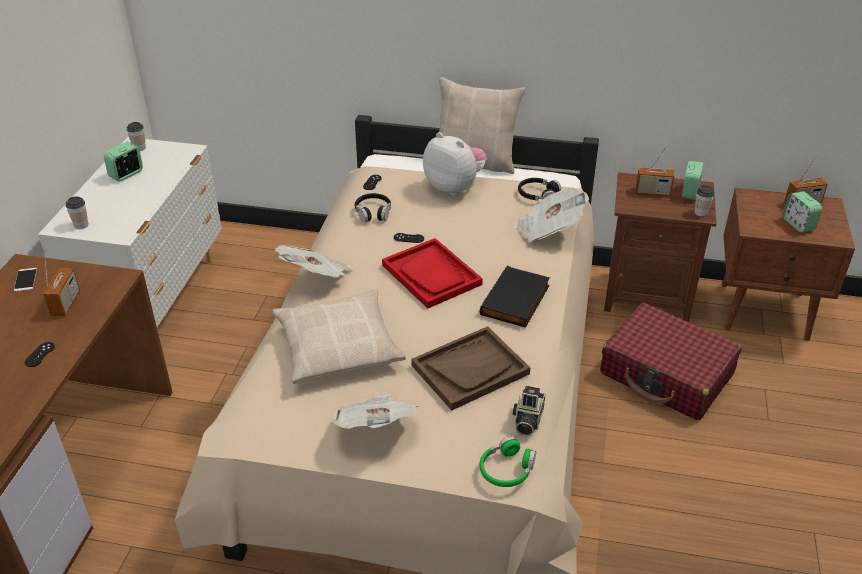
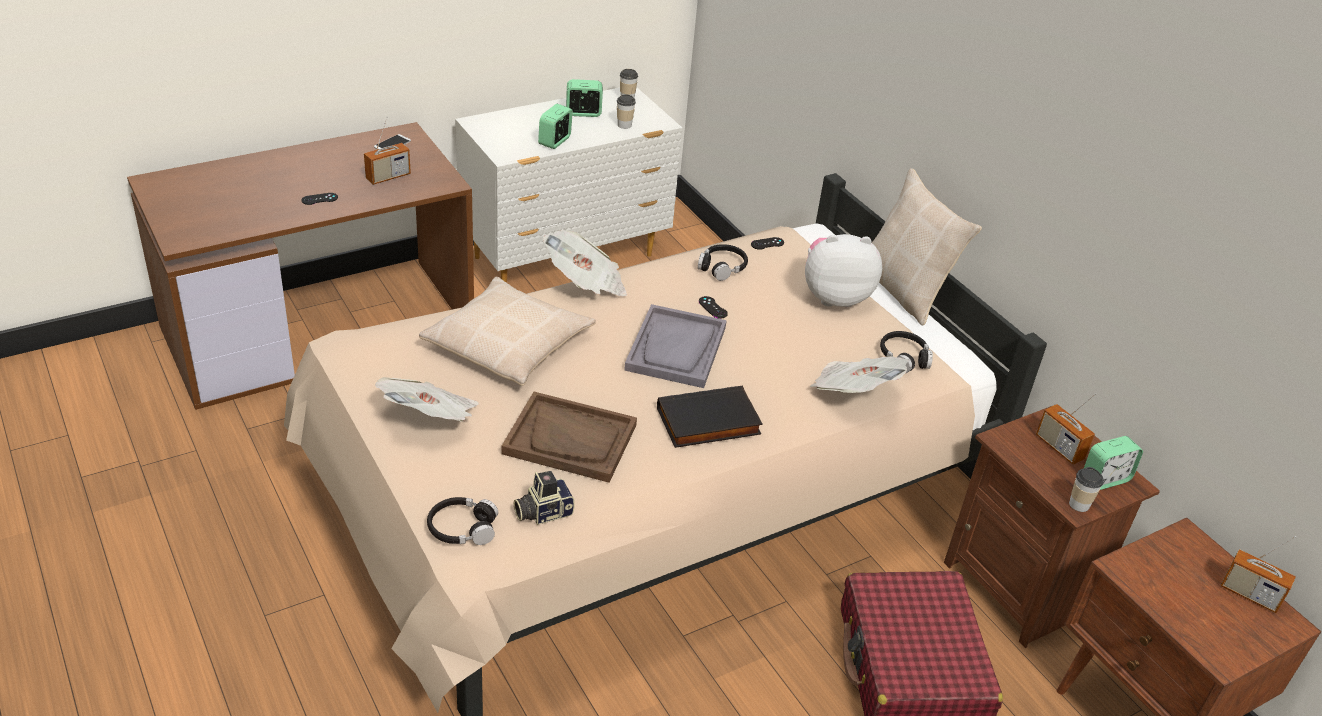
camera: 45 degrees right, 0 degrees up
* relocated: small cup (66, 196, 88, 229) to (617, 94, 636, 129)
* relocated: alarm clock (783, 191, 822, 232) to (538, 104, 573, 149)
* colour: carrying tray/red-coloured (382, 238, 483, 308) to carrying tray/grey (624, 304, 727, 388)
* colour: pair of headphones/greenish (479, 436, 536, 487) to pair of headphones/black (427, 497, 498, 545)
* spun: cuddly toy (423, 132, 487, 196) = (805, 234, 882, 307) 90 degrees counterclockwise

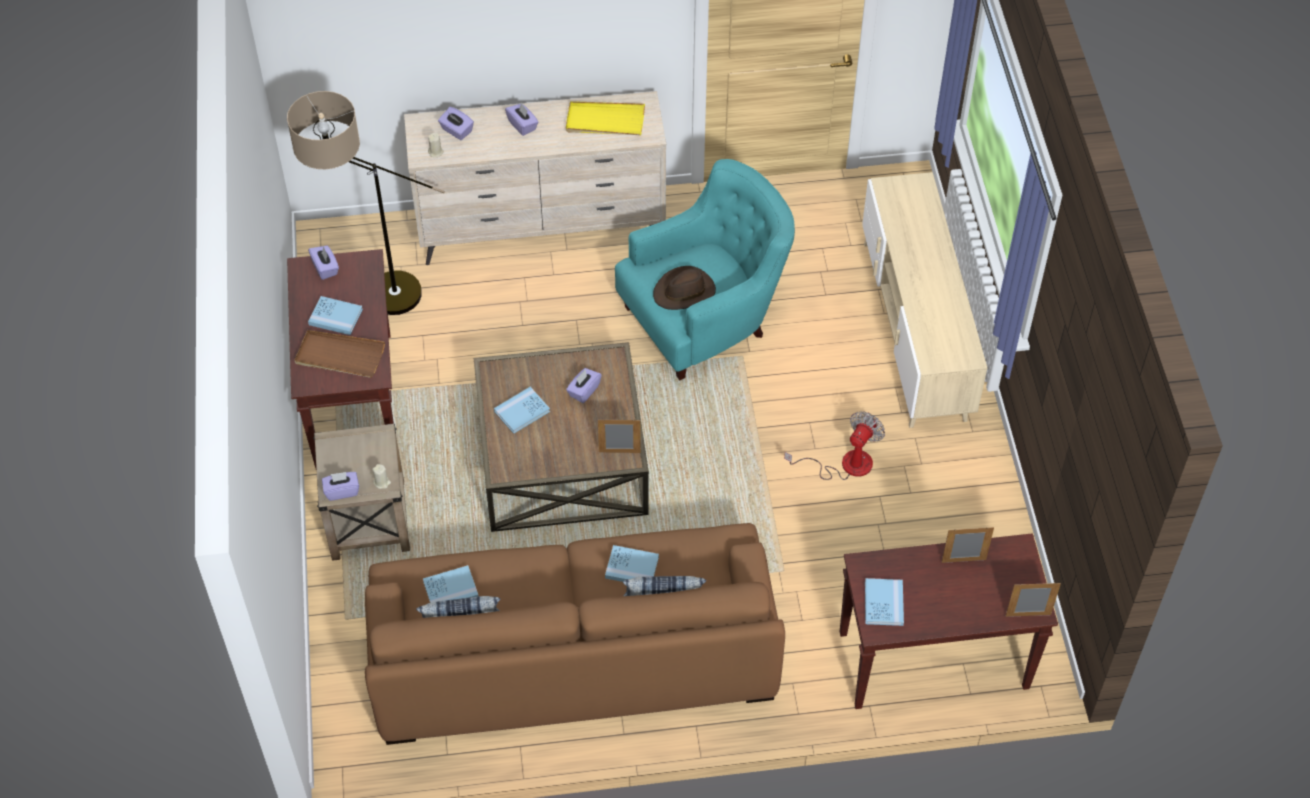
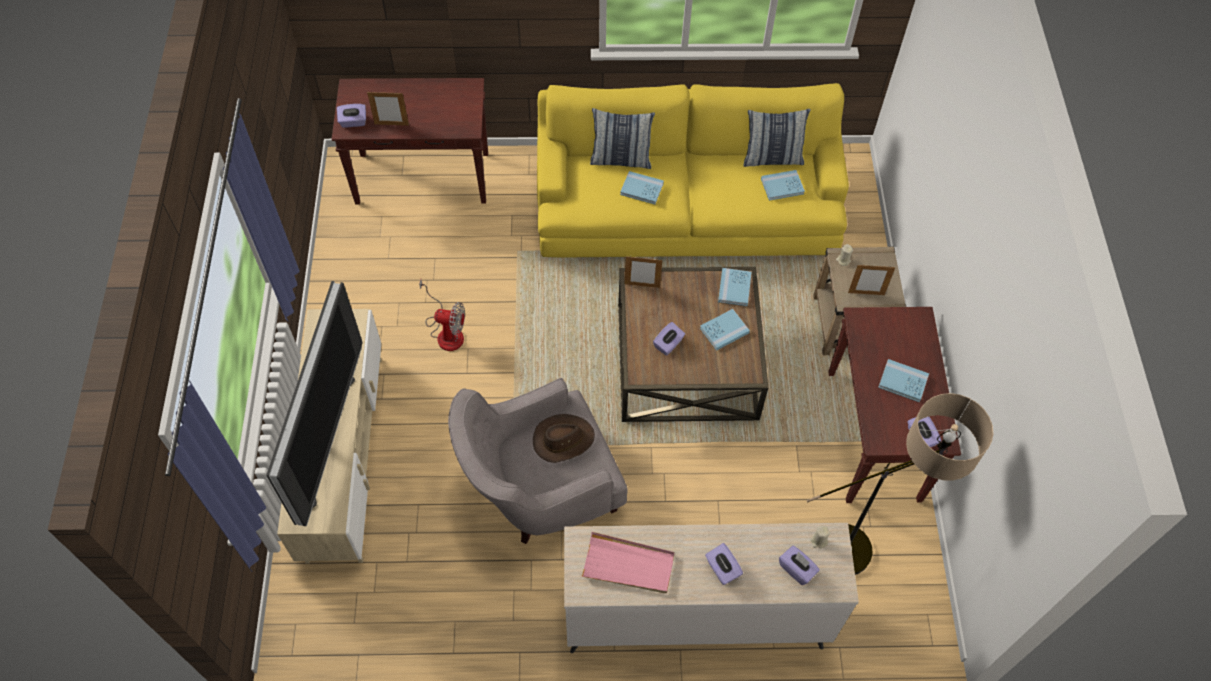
camera: 175 degrees left, 5 degrees up
* missing: carrying tray/brown-coloured (295, 330, 385, 378)
* appeared: TV (266, 281, 363, 526)
* relocated: tissue box/purplish (322, 472, 359, 501) to (337, 104, 366, 128)
* relocated: book/bluish (865, 578, 904, 626) to (718, 268, 751, 306)
* relocated: photo frame (1006, 583, 1061, 617) to (848, 264, 895, 295)
* colour: settee/brown-coloured (365, 523, 785, 745) to settee/yellow-coloured (537, 83, 849, 257)
* colour: carrying tray/yellow-coloured (566, 101, 645, 136) to carrying tray/pinkish (581, 532, 675, 593)
* colour: easy chair/turquoise (615, 159, 795, 380) to easy chair/grey (448, 378, 628, 544)
* spun: cooling fan (784, 411, 885, 480) = (419, 280, 465, 351) 120 degrees counterclockwise

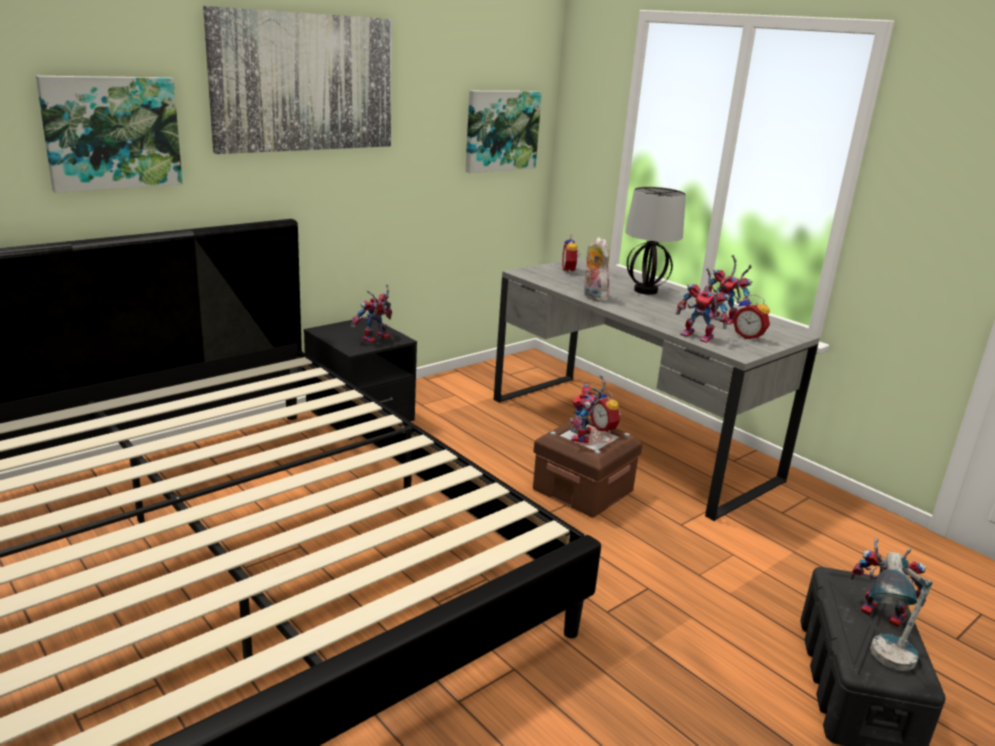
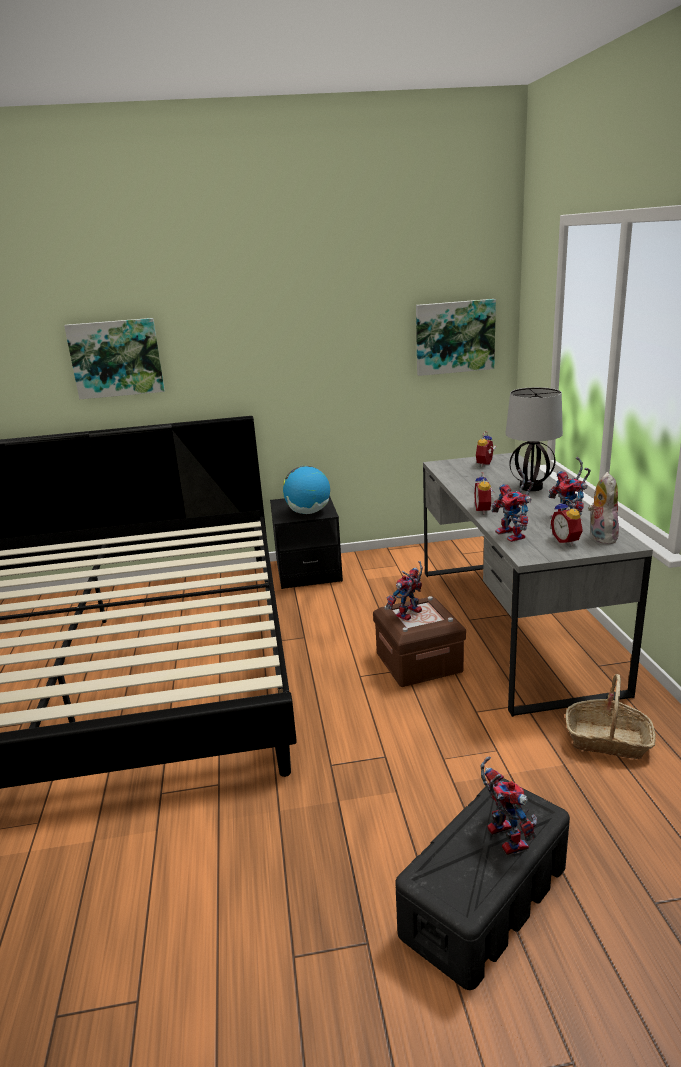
camera: 35 degrees right, 0 degrees up
* missing: wall art (203, 6, 393, 154)
* missing: lamp for a table (870, 552, 932, 671)
* appeared: household basket (566, 674, 656, 759)
* relocated: cuddly toy (583, 237, 611, 302) to (588, 472, 619, 544)
* relocated: alarm clock (591, 389, 621, 434) to (474, 472, 495, 514)
* exchanged: model robot (351, 284, 392, 343) to globe (283, 466, 330, 514)

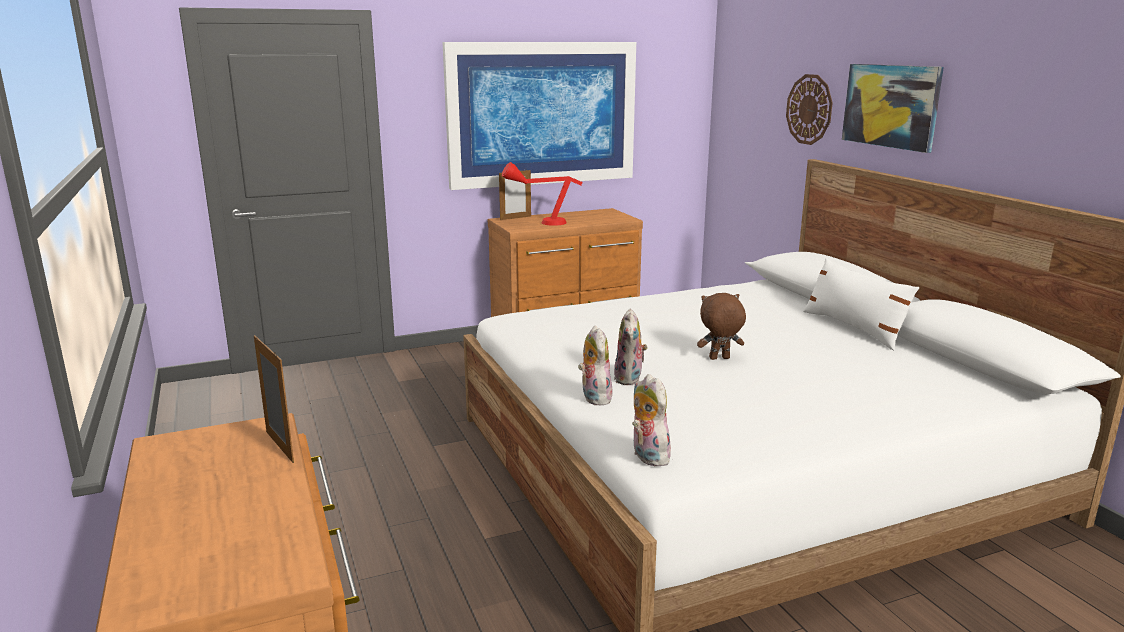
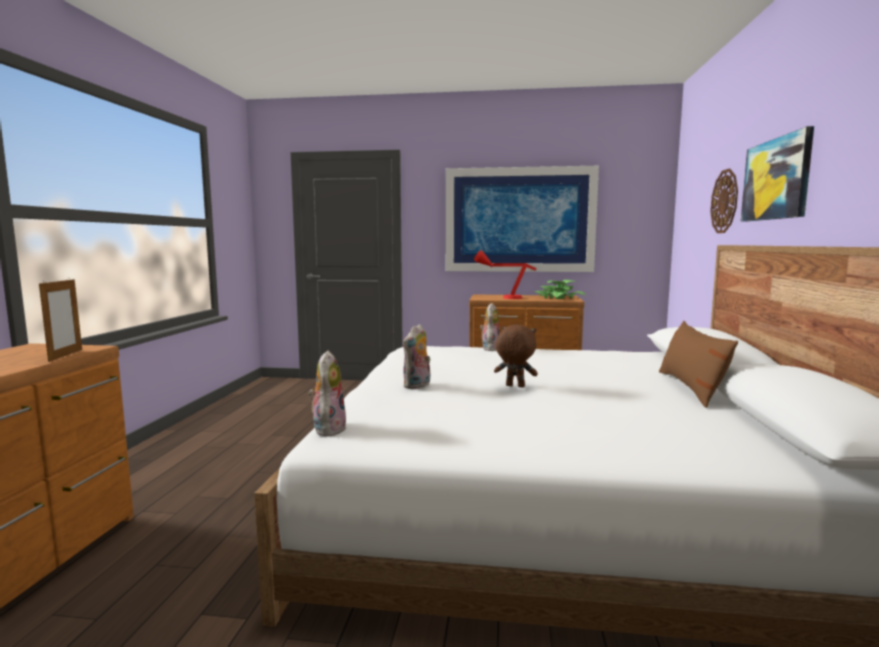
camera: 30 degrees right, 10 degrees down
* missing: photo frame (499, 169, 531, 220)
* appeared: houseplant (534, 280, 586, 299)
* relocated: cuddly toy (578, 325, 613, 405) to (480, 303, 500, 351)
* colour: cushion/whitish (803, 258, 920, 350) to cushion/brown-coloured (659, 321, 738, 408)

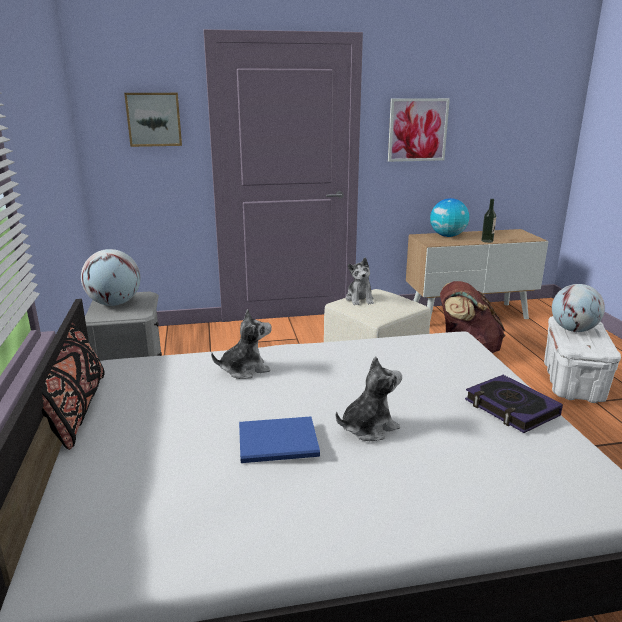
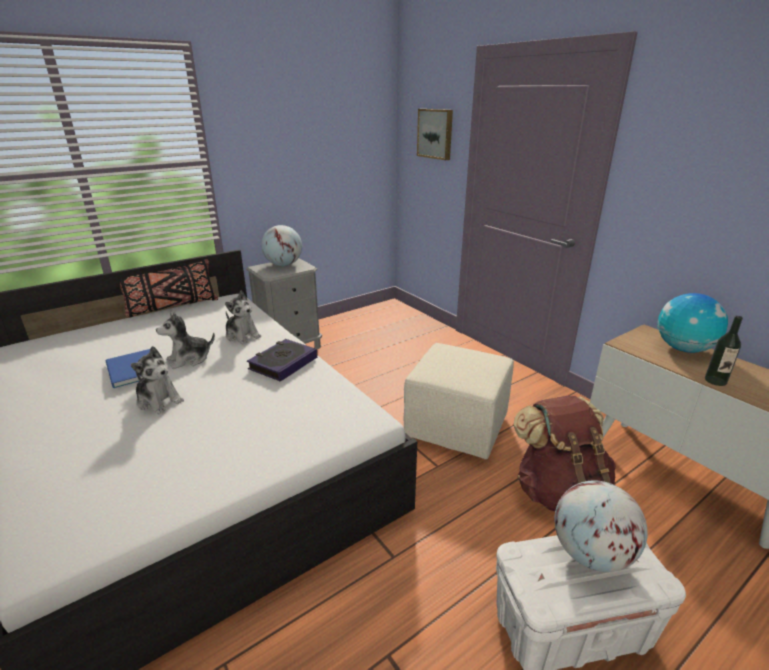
camera: 65 degrees right, 5 degrees up
* missing: wall art (388, 98, 450, 162)
* relocated: cuddly toy (346, 258, 374, 305) to (156, 312, 215, 369)
* relocated: book (465, 375, 563, 433) to (247, 339, 317, 382)

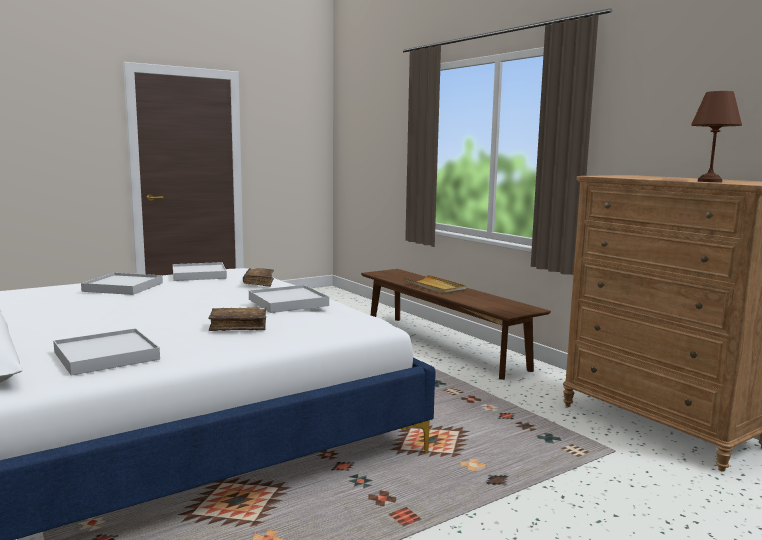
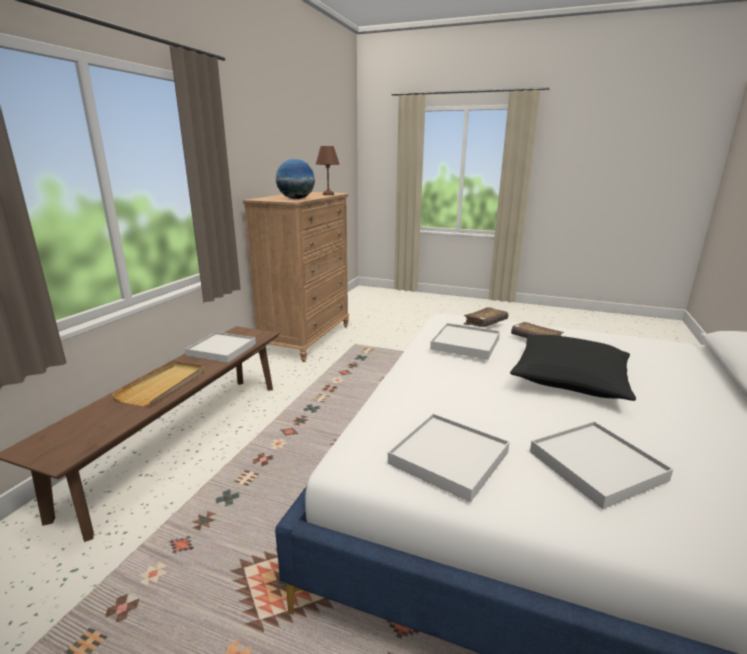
camera: 125 degrees left, 10 degrees up
* appeared: globe (276, 159, 315, 199)
* appeared: cushion/black (510, 335, 636, 401)
* relocated: carrying tray/whitish (53, 328, 160, 376) to (185, 332, 256, 363)
* relocated: book/brown-coloured (243, 268, 274, 287) to (464, 307, 508, 327)

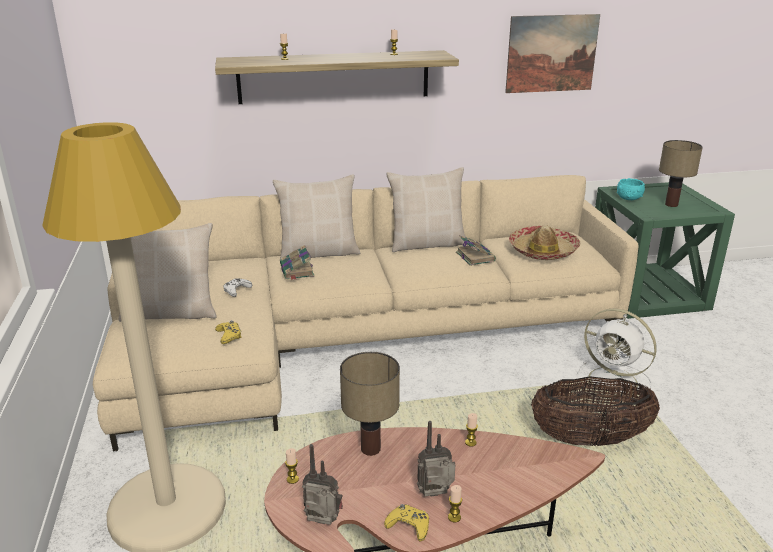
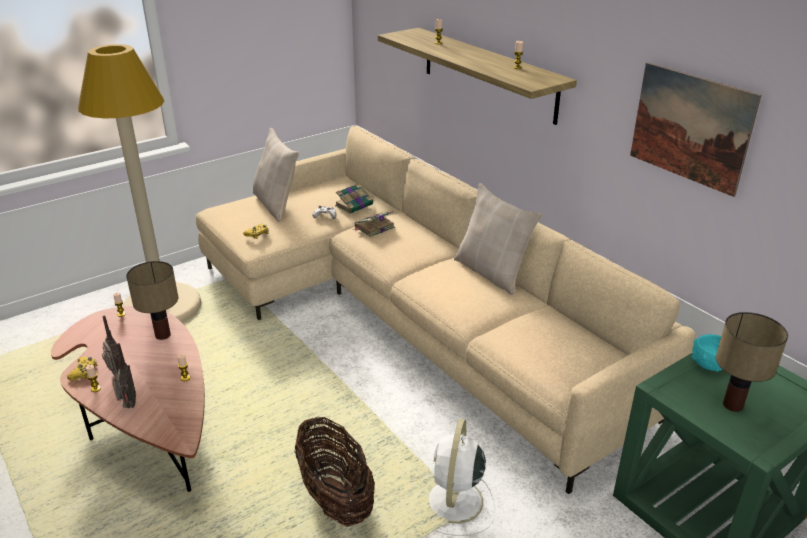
camera: 65 degrees right, 5 degrees up
* missing: cushion/sand-coloured (273, 174, 360, 260)
* missing: wearable hat (509, 225, 580, 260)
* relocated: radio (302, 444, 343, 525) to (113, 343, 136, 408)
* relocated: book (456, 235, 496, 266) to (335, 183, 374, 214)

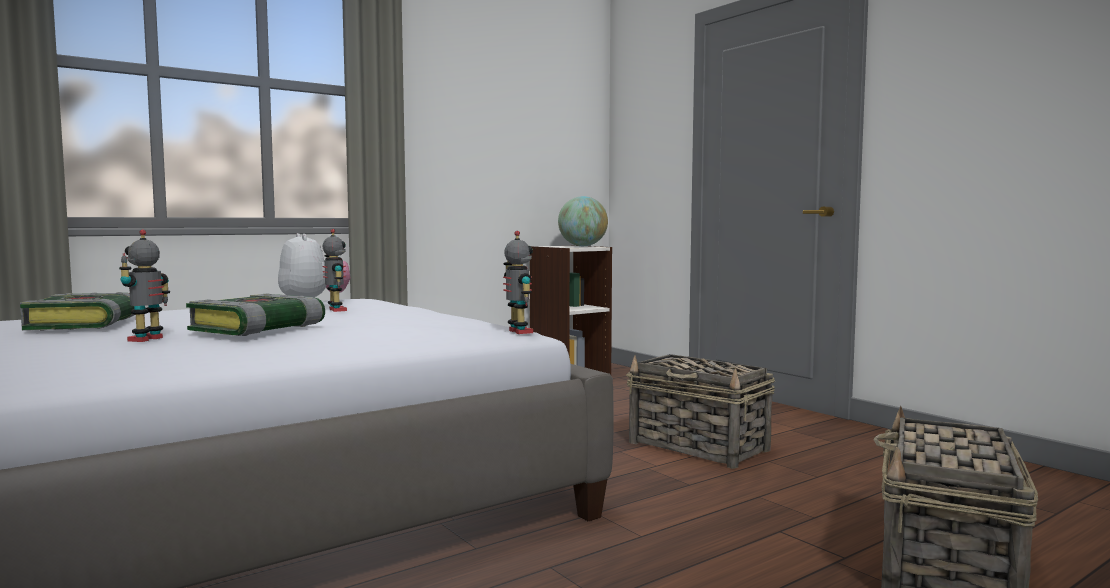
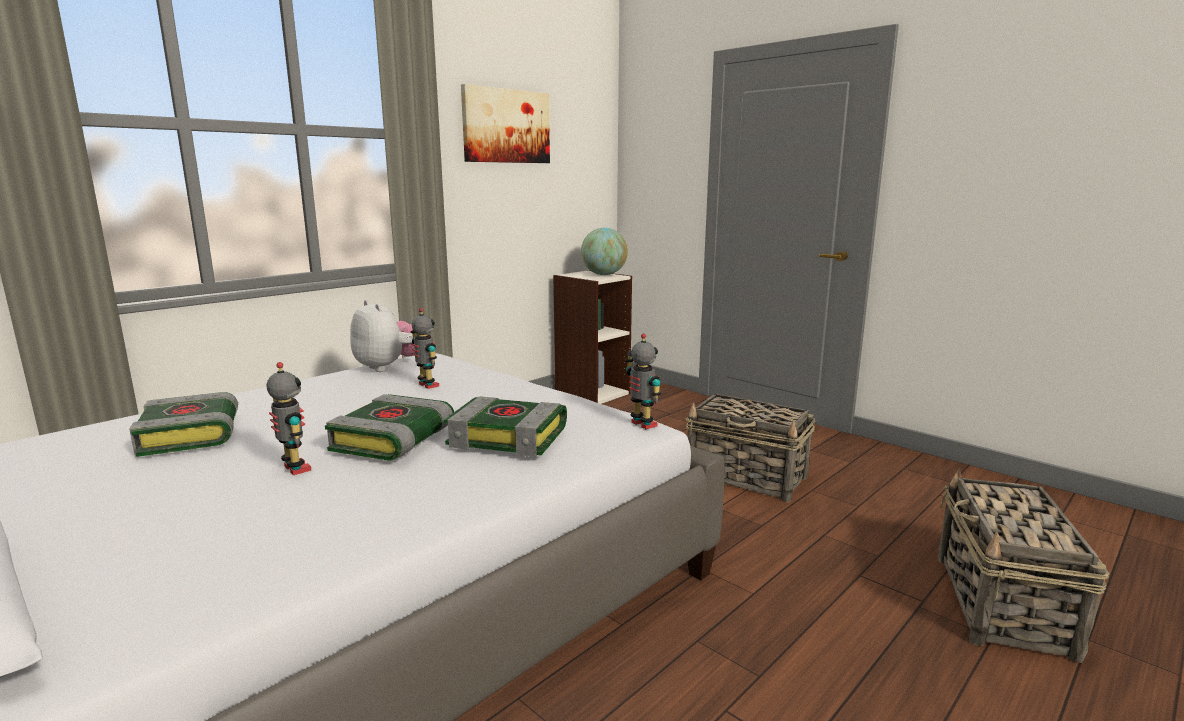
camera: 10 degrees left, 10 degrees up
* appeared: book (444, 396, 567, 457)
* appeared: wall art (461, 84, 550, 163)
* spun: model robot (119, 229, 170, 342) = (266, 362, 311, 475) 135 degrees clockwise

